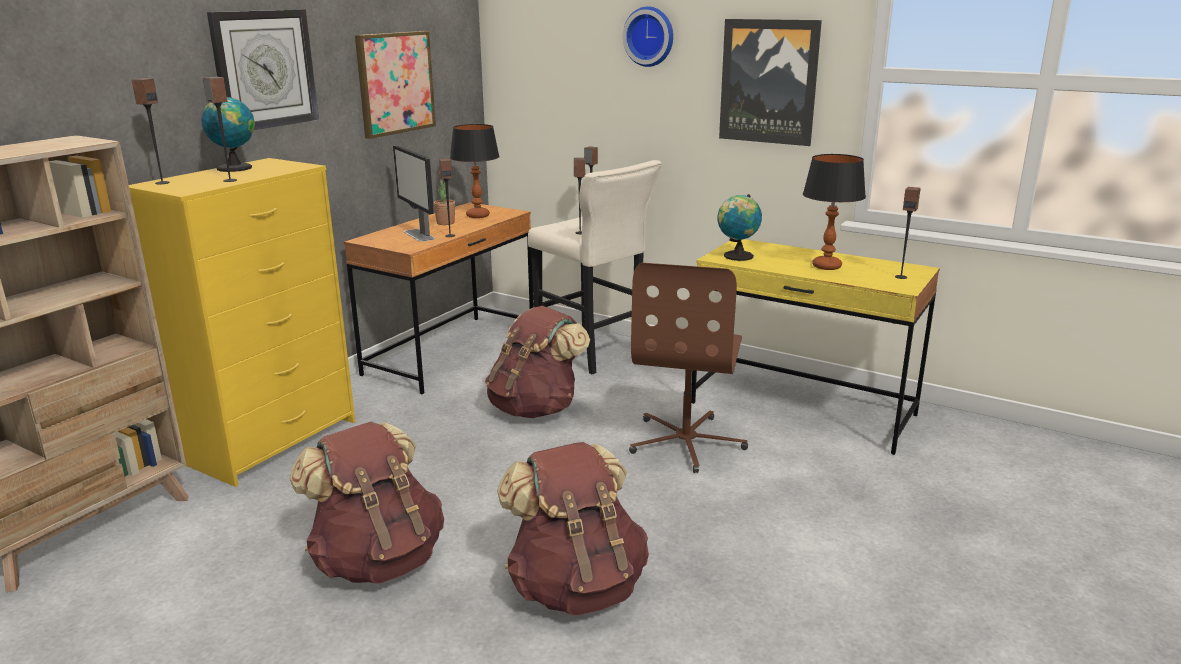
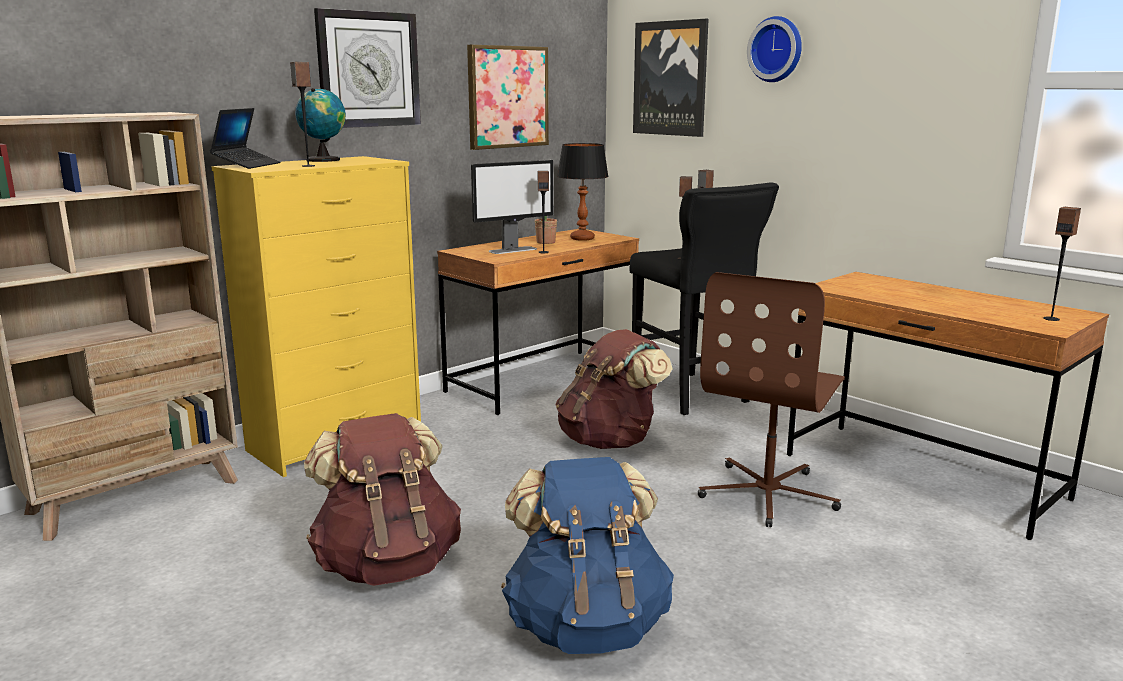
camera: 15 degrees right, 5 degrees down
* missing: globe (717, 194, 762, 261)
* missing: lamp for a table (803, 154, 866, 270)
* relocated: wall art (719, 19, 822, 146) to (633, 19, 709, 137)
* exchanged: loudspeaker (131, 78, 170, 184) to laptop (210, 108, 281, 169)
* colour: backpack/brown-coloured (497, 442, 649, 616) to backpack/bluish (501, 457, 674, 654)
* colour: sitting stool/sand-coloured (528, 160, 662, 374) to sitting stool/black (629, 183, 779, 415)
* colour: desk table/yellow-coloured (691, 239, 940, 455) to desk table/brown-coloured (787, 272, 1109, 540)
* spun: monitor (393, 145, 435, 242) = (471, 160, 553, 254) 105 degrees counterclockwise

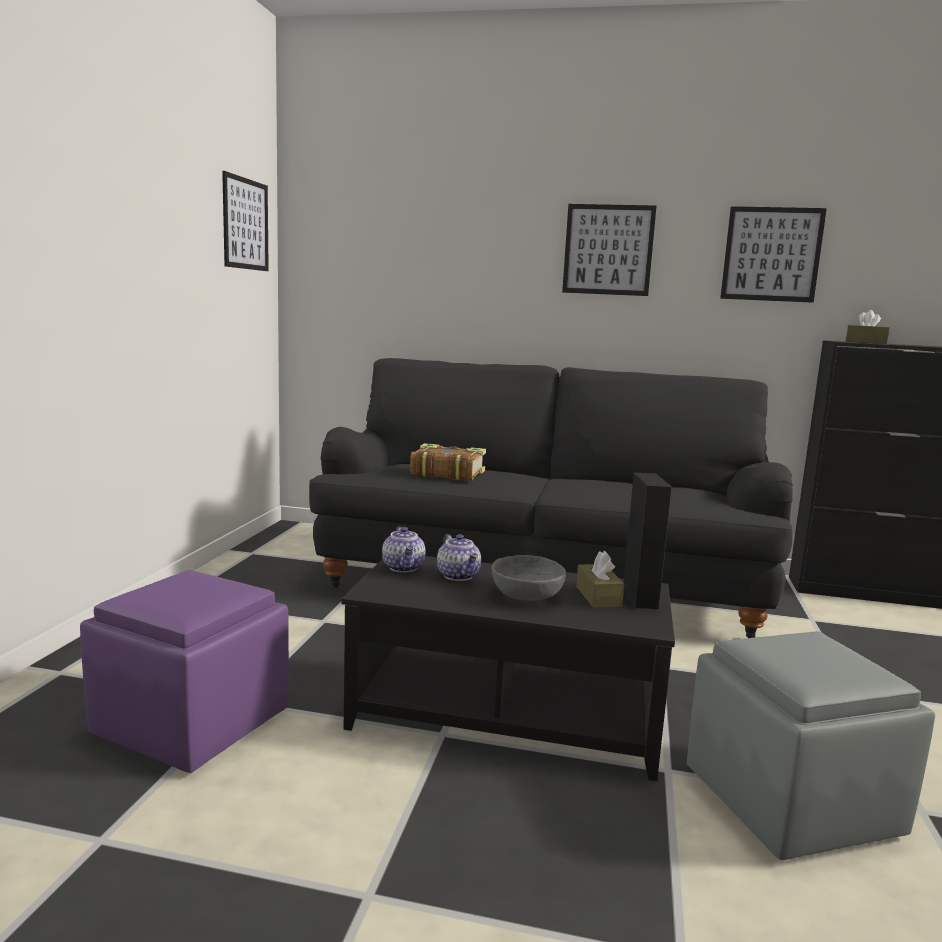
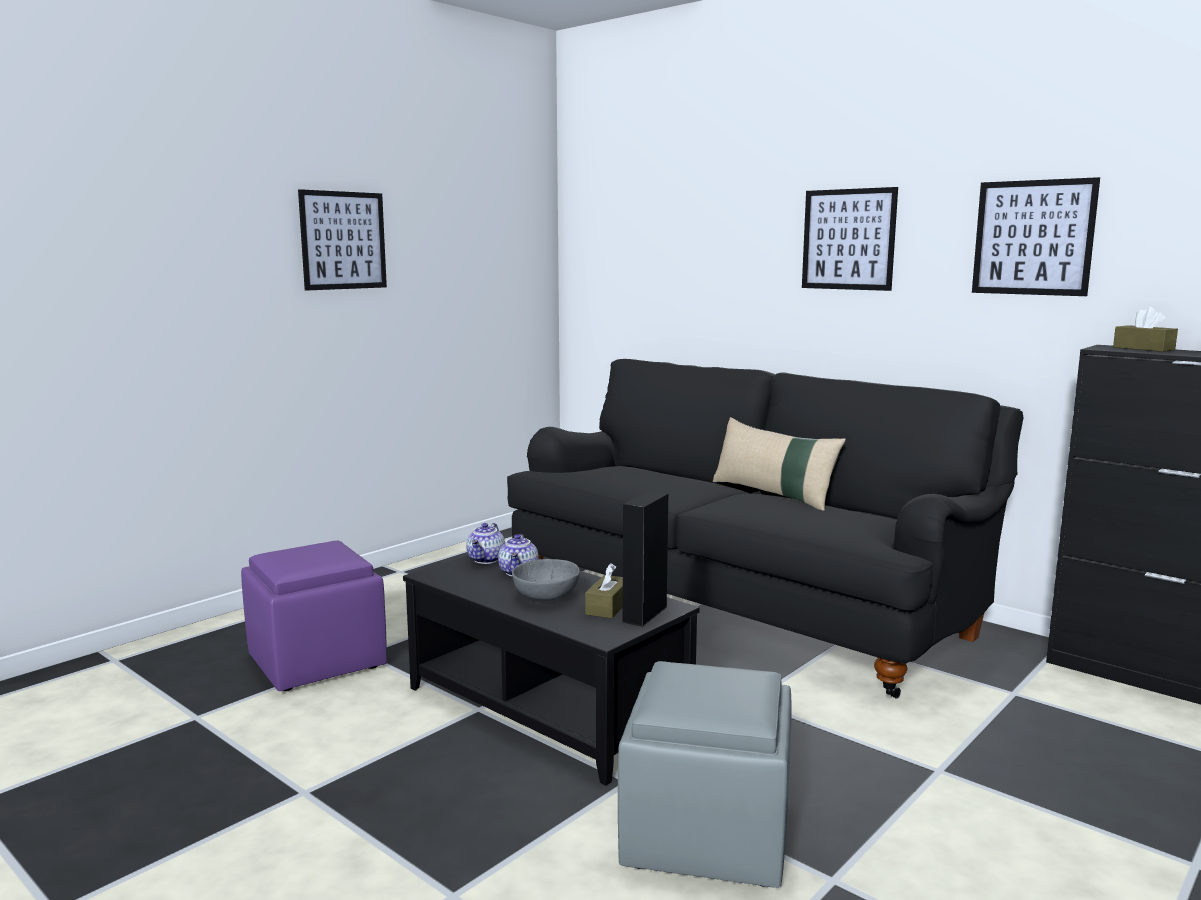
camera: 30 degrees right, 0 degrees up
* missing: book (410, 443, 486, 482)
* appeared: cushion/sand-coloured (713, 417, 846, 510)
* relocated: wall art (222, 171, 269, 271) to (298, 189, 387, 291)

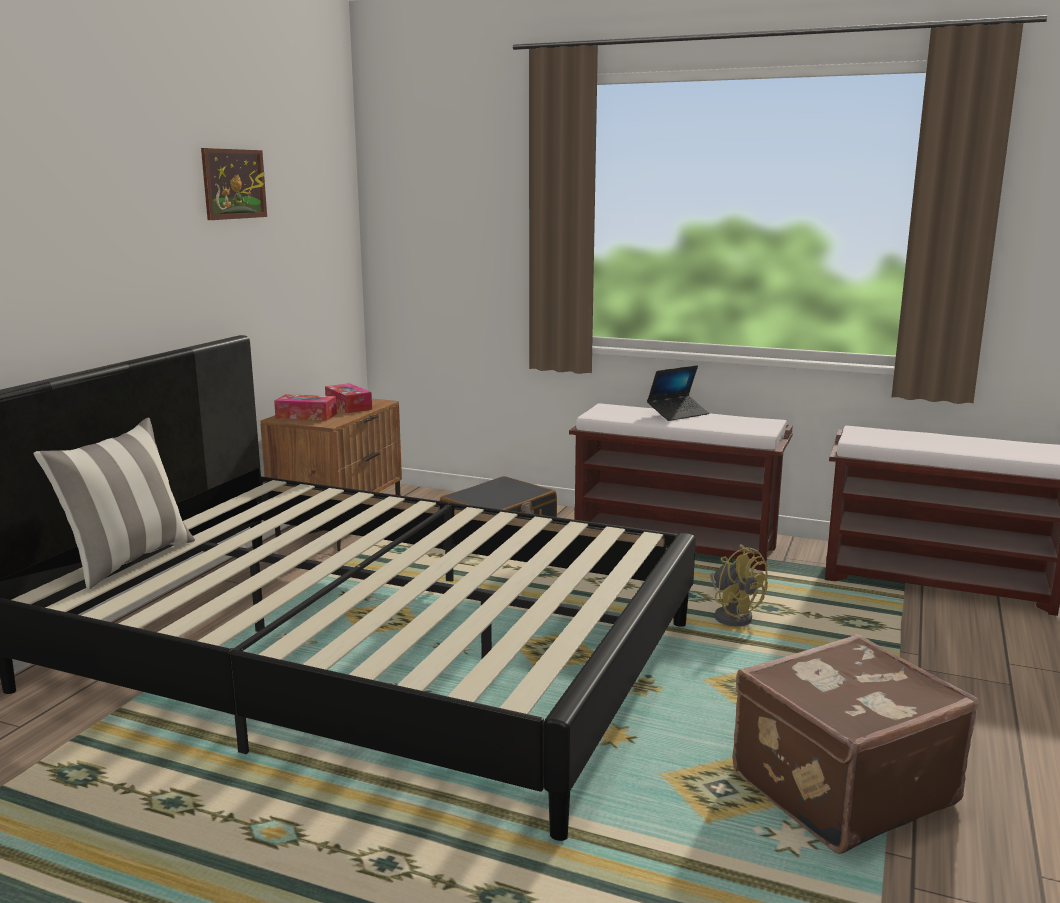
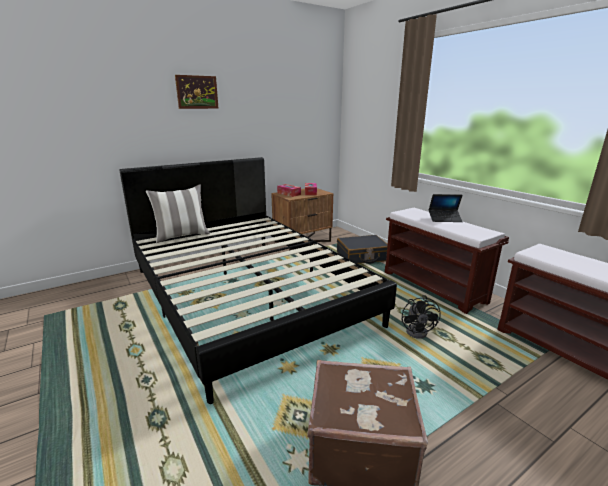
camera: 35 degrees right, 5 degrees up
* relocated: wall art (201, 148, 267, 220) to (175, 75, 219, 109)
* colour: cooling fan/yellow-coloured (710, 544, 769, 626) to cooling fan/black (401, 295, 441, 339)

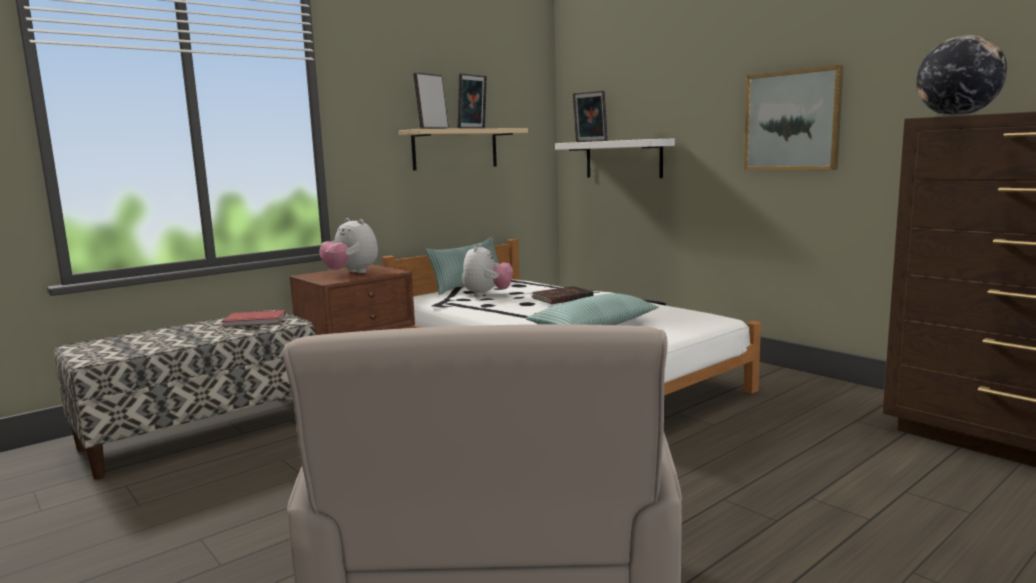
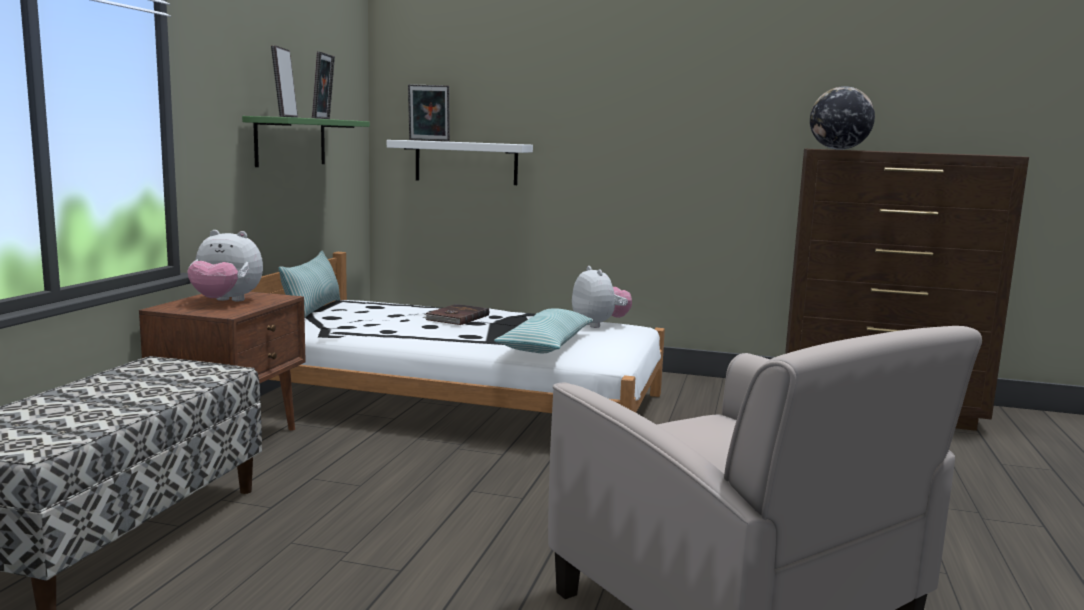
camera: 35 degrees left, 0 degrees up
* missing: book/red-coloured (222, 310, 286, 327)
* missing: wall art (744, 65, 843, 170)
* relocated: cuddly toy (462, 244, 513, 297) to (572, 266, 632, 328)
* colour: shelf/sand-coloured (398, 128, 528, 170) to shelf/greenish (242, 116, 370, 167)

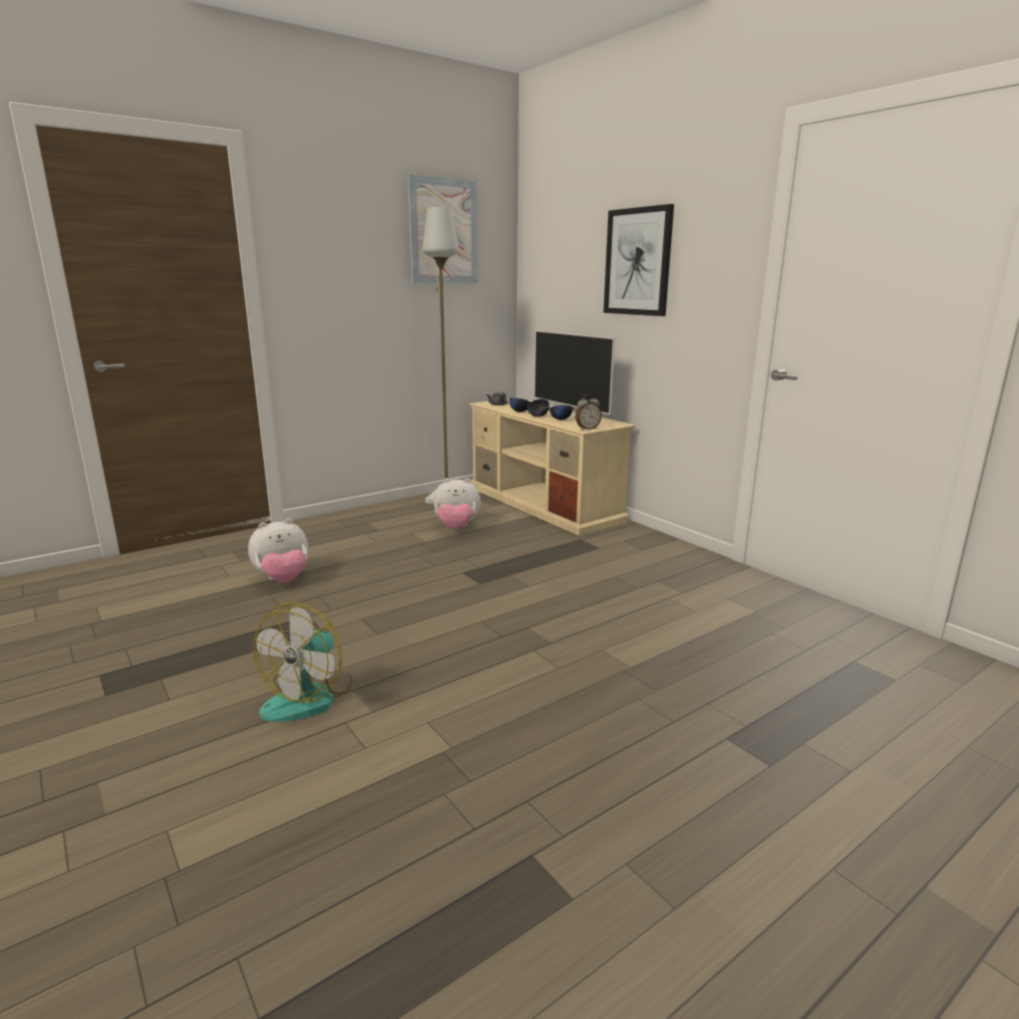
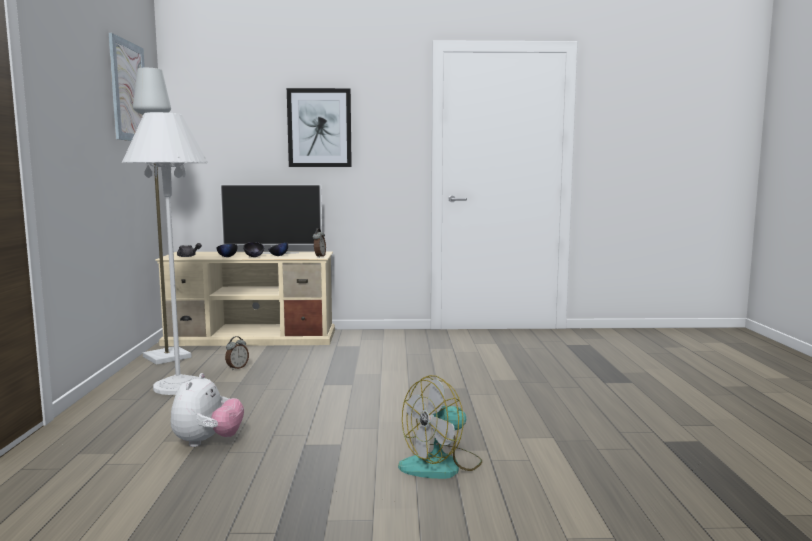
camera: 55 degrees left, 10 degrees down
* appeared: standing lamp/whitish (122, 112, 208, 395)
* exchanged: cuddly toy (434, 478, 481, 529) to alarm clock (225, 336, 249, 370)
* spun: cooling fan (253, 603, 353, 722) = (398, 375, 482, 479) 90 degrees clockwise

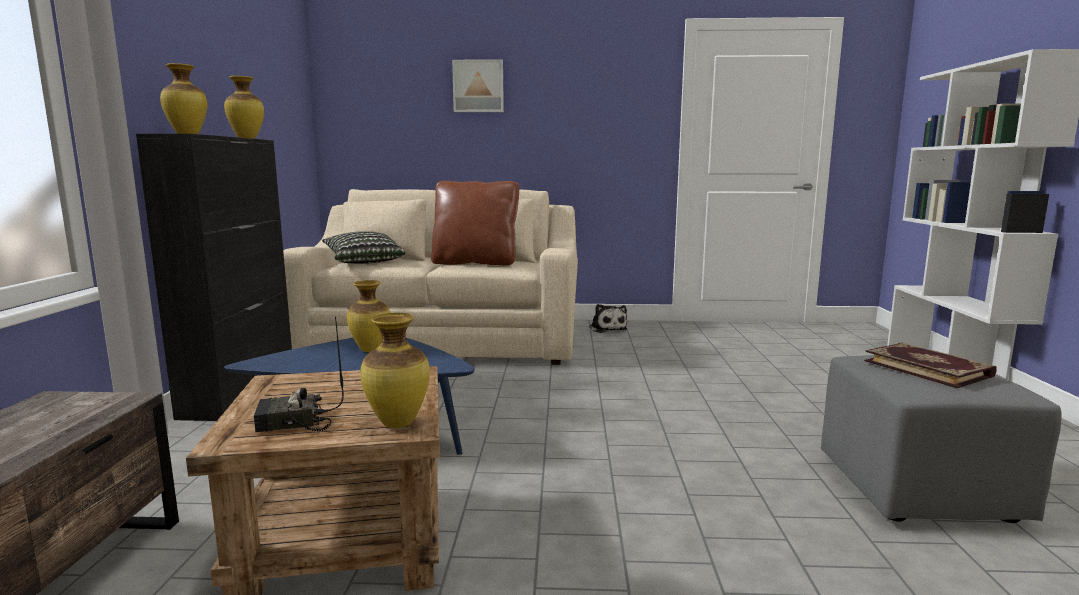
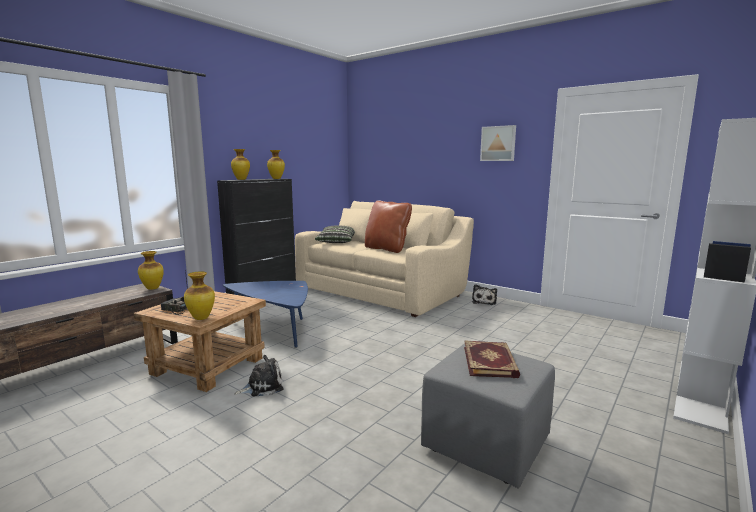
camera: 35 degrees right, 0 degrees up
* appeared: cuddly toy (235, 355, 284, 396)
* relocated: decorative vase (347, 280, 390, 352) to (138, 251, 164, 290)
* relocated: wall art (452, 59, 504, 112) to (480, 125, 516, 161)

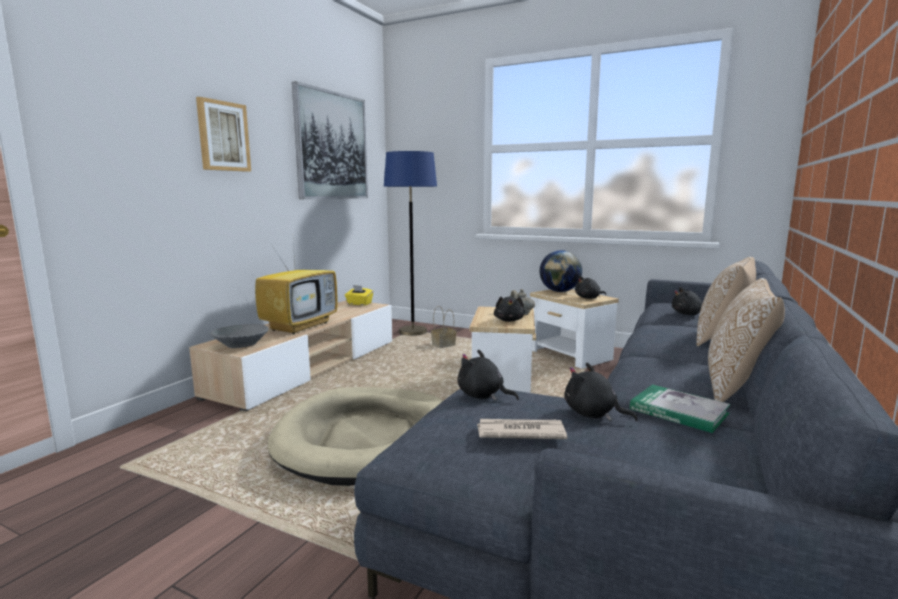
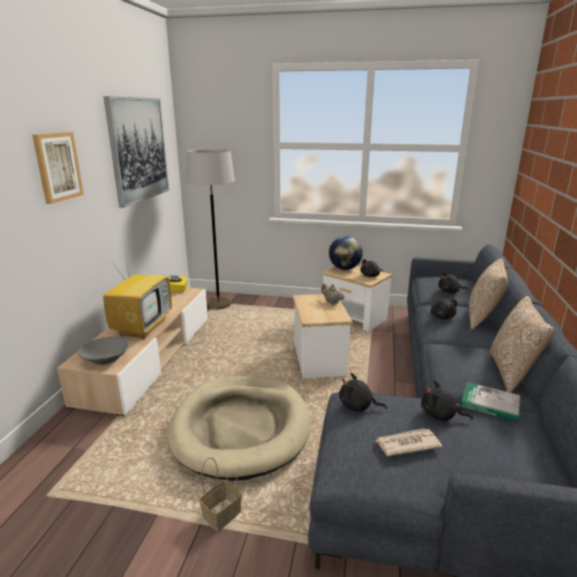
camera: 15 degrees left, 10 degrees up
* relocated: household basket (431, 306, 457, 348) to (199, 457, 242, 532)
* relocated: cuddly toy/black (494, 296, 525, 322) to (430, 299, 457, 319)
* colour: standing lamp/bluish (384, 151, 437, 336) to standing lamp/grey (186, 149, 235, 309)

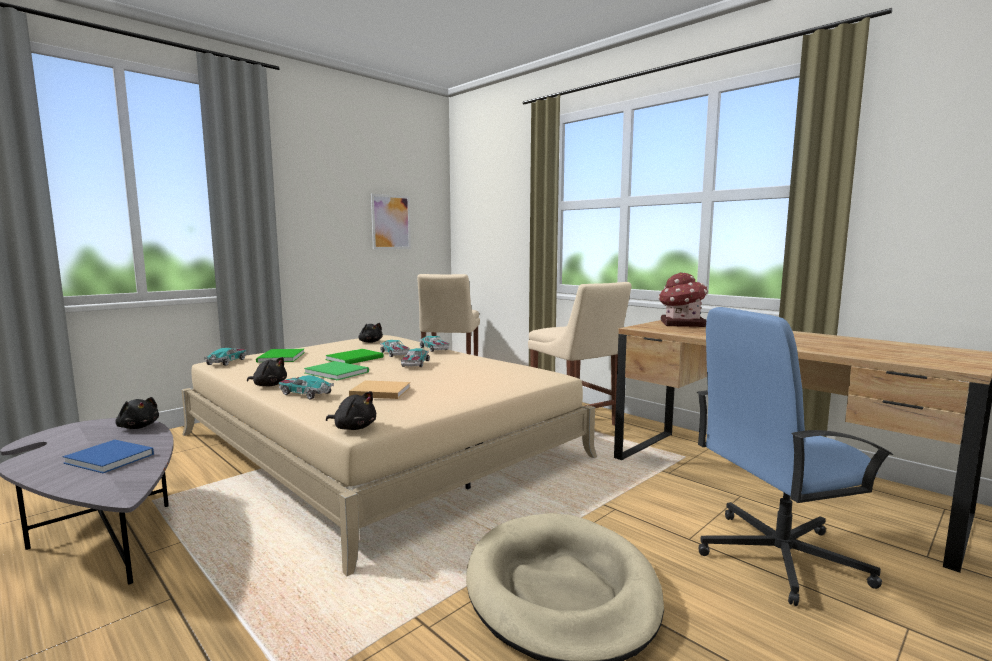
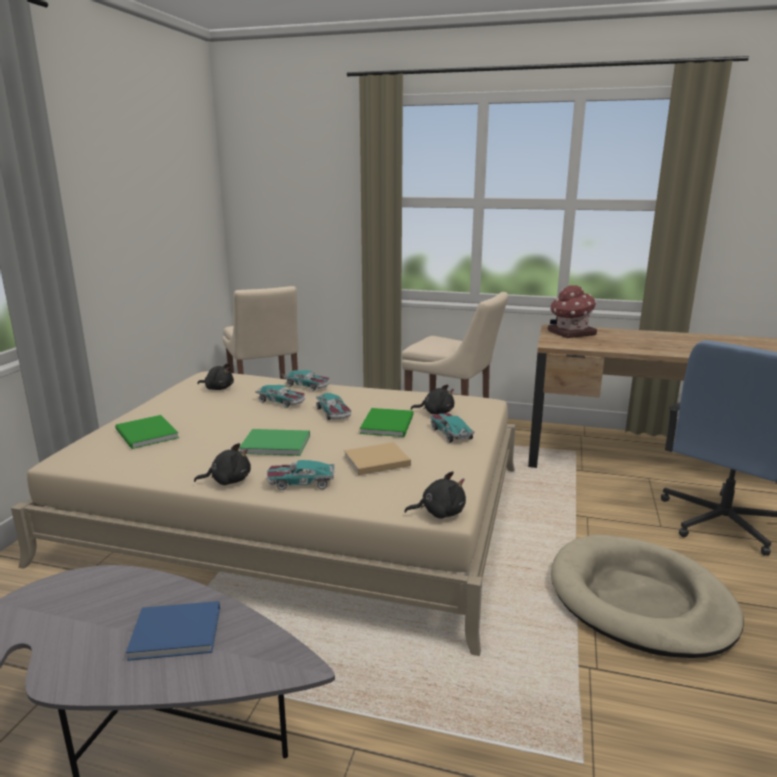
camera: 30 degrees left, 10 degrees up
* missing: wall art (371, 194, 411, 249)
* relocated: cuddly toy/black (115, 397, 159, 429) to (411, 384, 455, 415)
* relocated: miniature car (204, 348, 247, 366) to (431, 413, 474, 443)
* relocated: book/greenish (325, 349, 384, 364) to (360, 408, 413, 437)

